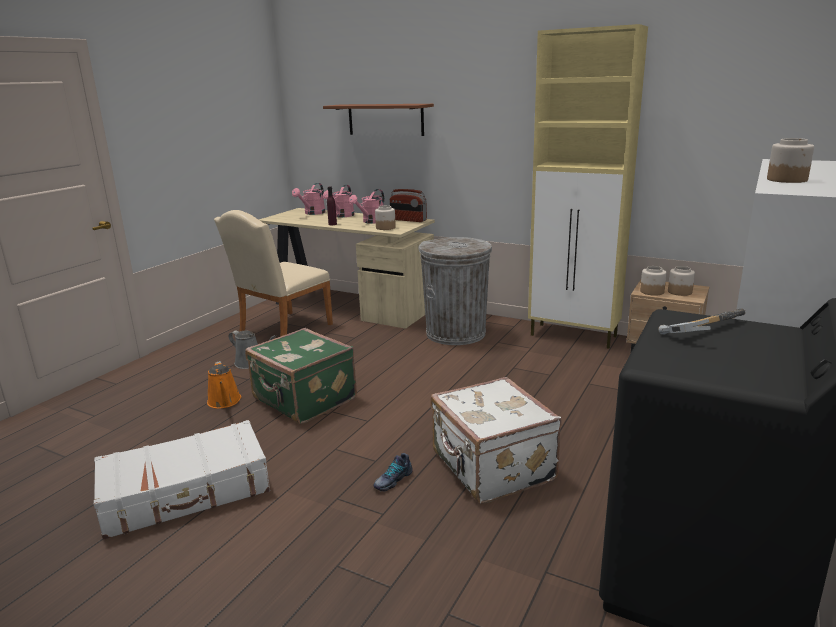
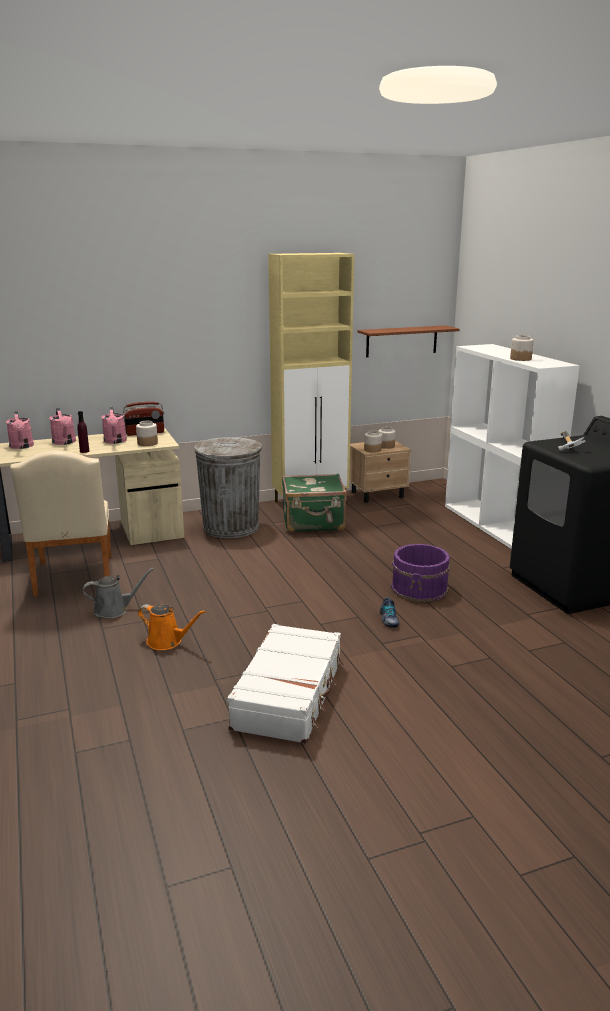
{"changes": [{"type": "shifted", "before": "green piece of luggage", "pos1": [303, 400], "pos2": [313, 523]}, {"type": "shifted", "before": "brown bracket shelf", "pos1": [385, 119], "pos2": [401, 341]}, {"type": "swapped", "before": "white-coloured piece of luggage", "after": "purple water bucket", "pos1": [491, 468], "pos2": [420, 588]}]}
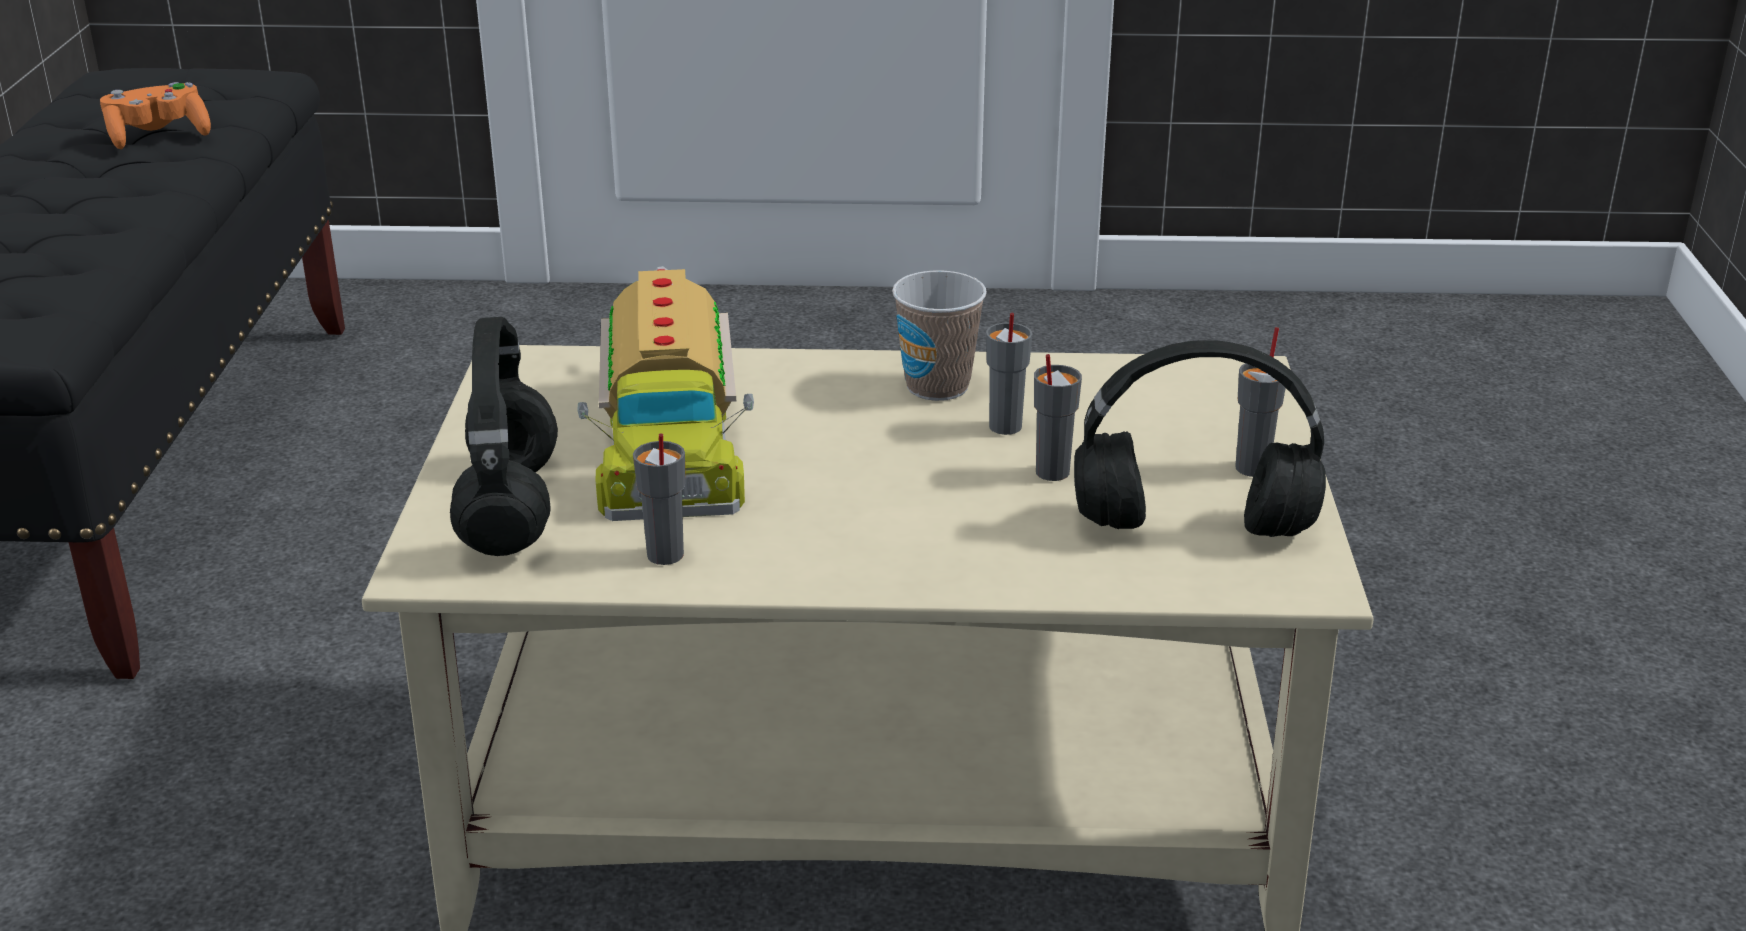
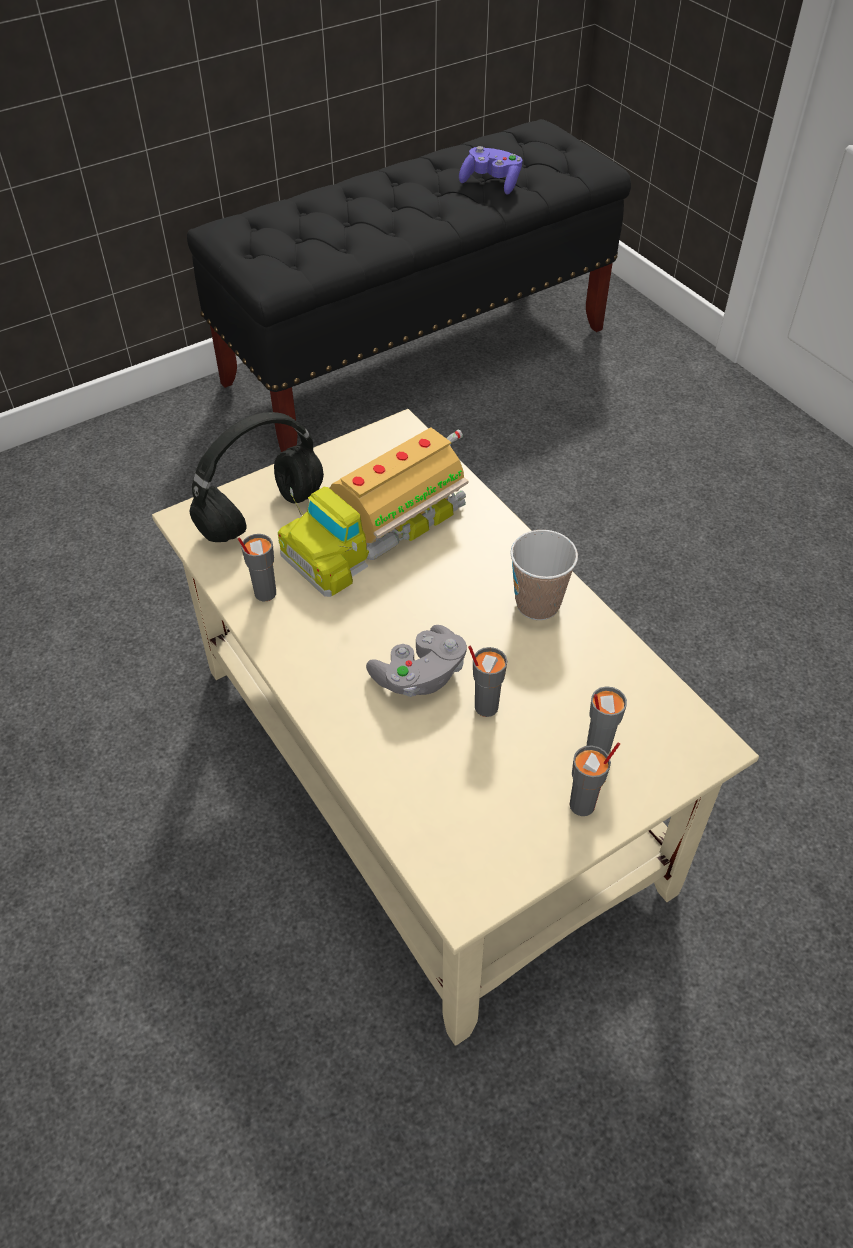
{"changes": [{"type": "gone", "before": "black headphones", "pos1": [1189, 528]}, {"type": "new", "after": "gray joypad", "pos2": [419, 675]}, {"type": "shifted", "before": "gray small cup", "pos1": [1004, 427], "pos2": [597, 746]}, {"type": "repainted", "before": "orange-coloured joypad", "after": "purple joypad", "pos1": [158, 136], "pos2": [491, 183]}]}
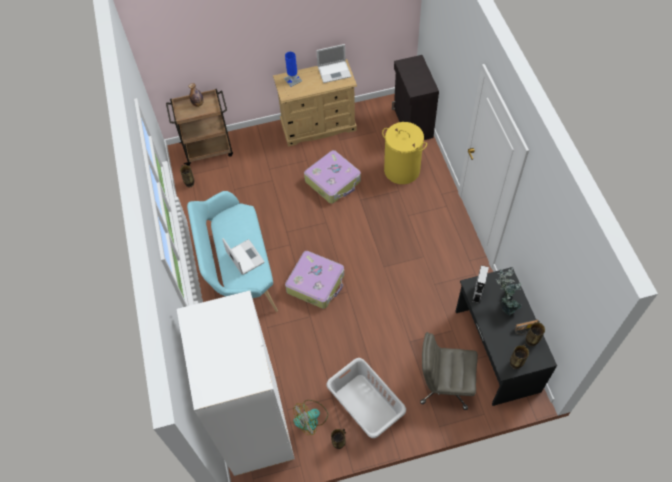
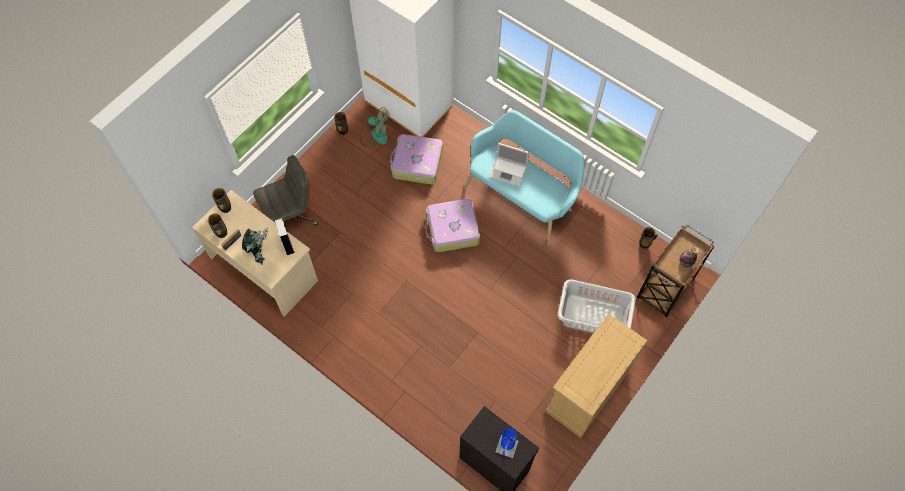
{"changes": [{"type": "gone", "before": "notebook computer", "pos1": [335, 71]}, {"type": "gone", "before": "yellow-coloured laundry basket", "pos1": [402, 170]}, {"type": "shifted", "before": "blue lamp for a table", "pos1": [293, 80], "pos2": [506, 446]}, {"type": "shifted", "before": "piece of luggage", "pos1": [333, 181], "pos2": [416, 164]}, {"type": "shifted", "before": "gray laundry basket", "pos1": [365, 406], "pos2": [592, 315]}, {"type": "repainted", "before": "black desk", "after": "beige-coloured desk", "pos1": [495, 351], "pos2": [264, 268]}, {"type": "rotated", "before": "fan", "pos1": [311, 419], "pos2": [375, 134], "turn": 90}]}
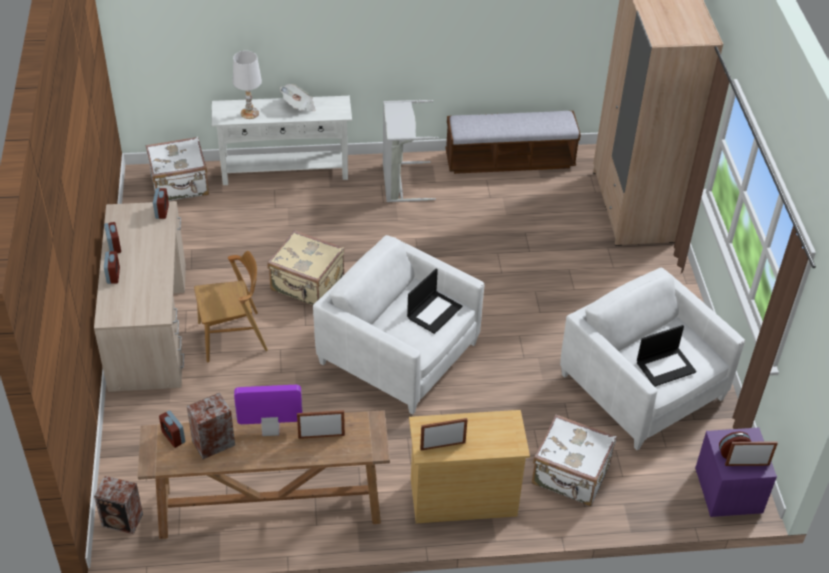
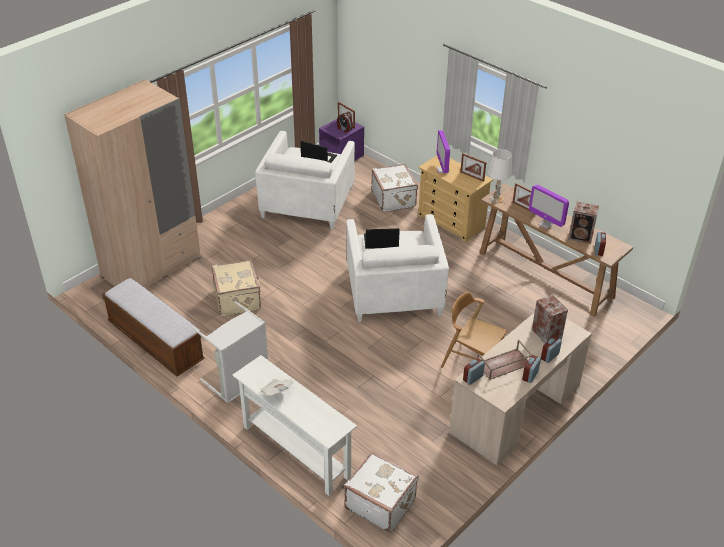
{"changes": [{"type": "new", "after": "computer screen", "pos2": [442, 170]}, {"type": "new", "after": "brown tray", "pos2": [503, 364]}, {"type": "shifted", "before": "audio speaker", "pos1": [123, 521], "pos2": [546, 333]}, {"type": "shifted", "before": "white-coloured lamp for a table", "pos1": [250, 113], "pos2": [496, 199]}, {"type": "shifted", "before": "beige-coloured piece of luggage", "pos1": [307, 285], "pos2": [238, 299]}]}
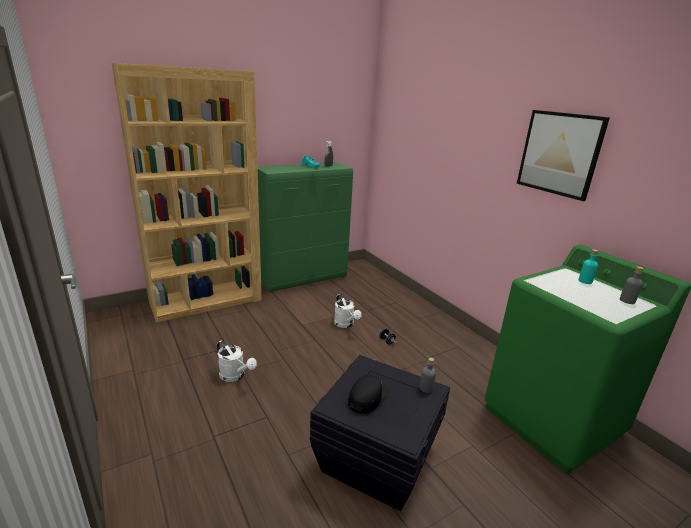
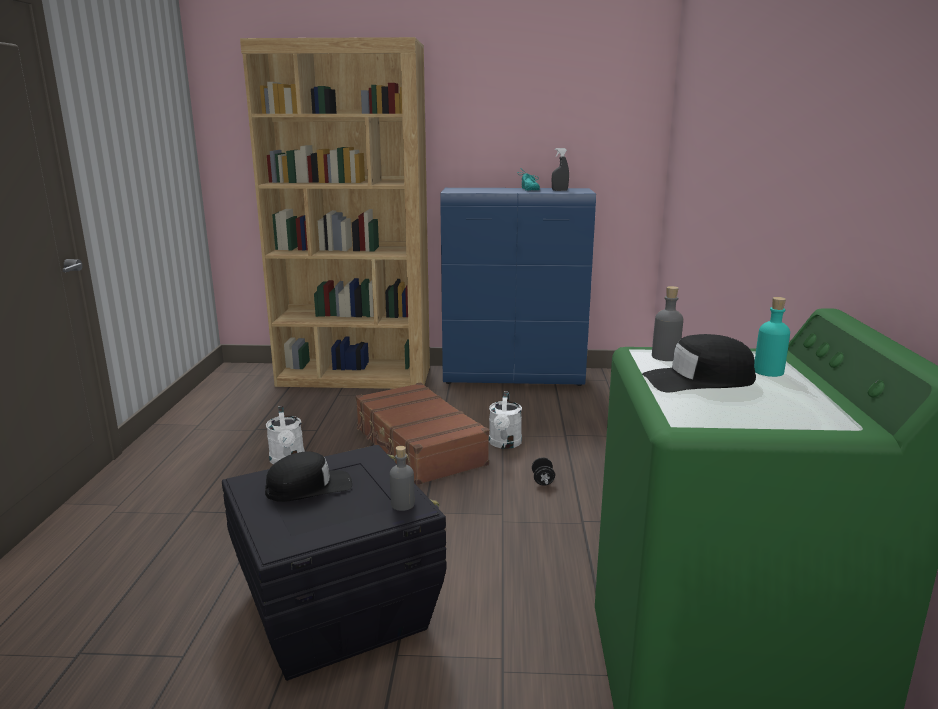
{"changes": [{"type": "gone", "before": "wall picture", "pos1": [559, 153]}, {"type": "new", "after": "brown piece of luggage", "pos2": [418, 446]}, {"type": "new", "after": "black peaked cap", "pos2": [698, 380]}, {"type": "shifted", "before": "gray drink bottle", "pos1": [627, 300], "pos2": [665, 357]}, {"type": "repainted", "before": "green cupboard", "after": "blue cupboard", "pos1": [303, 279], "pos2": [514, 377]}]}
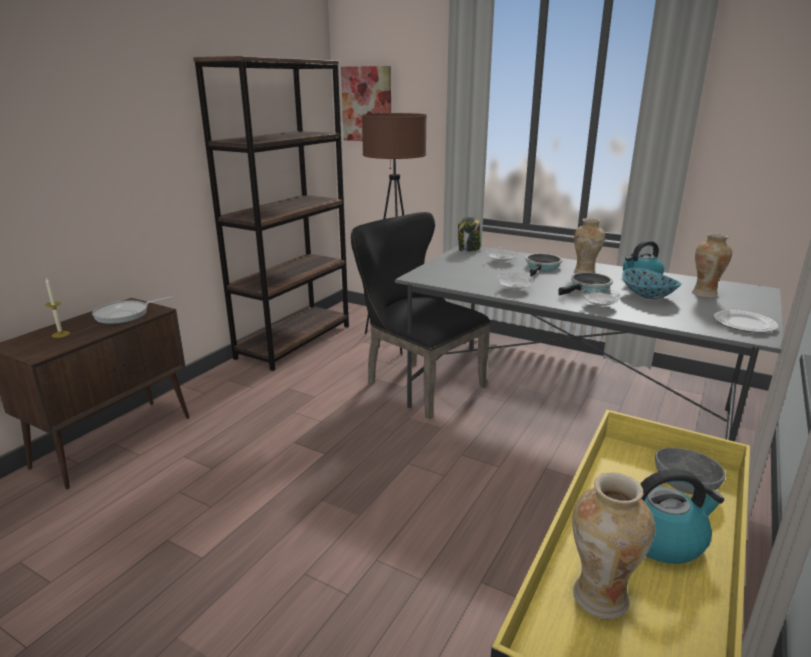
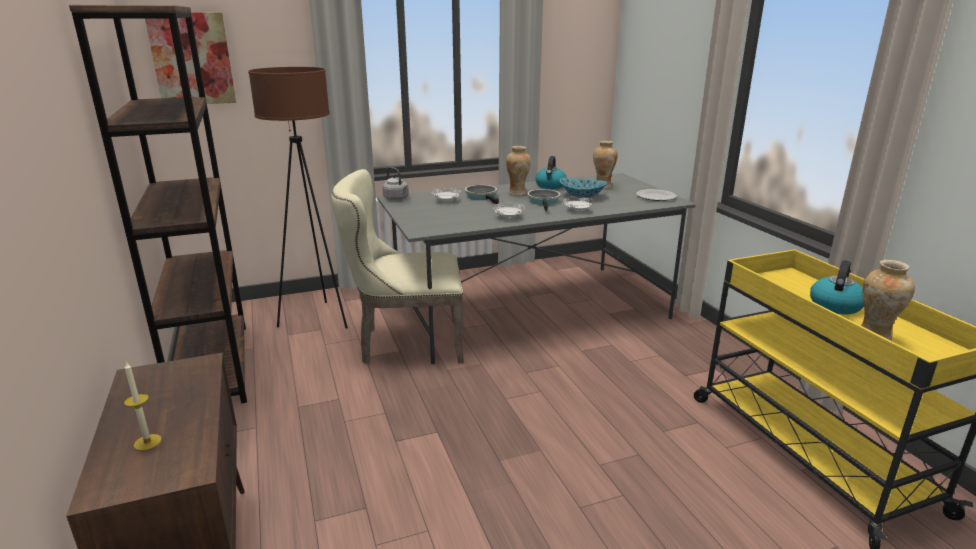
{"changes": [{"type": "gone", "before": "pan", "pos1": [125, 315]}, {"type": "gone", "before": "gray serving bowl", "pos1": [684, 484]}, {"type": "swapped", "before": "jar", "after": "gray tea kettle", "pos1": [469, 249], "pos2": [397, 199]}, {"type": "repainted", "before": "black plain chair", "after": "beige-coloured plain chair", "pos1": [417, 383], "pos2": [405, 343]}]}
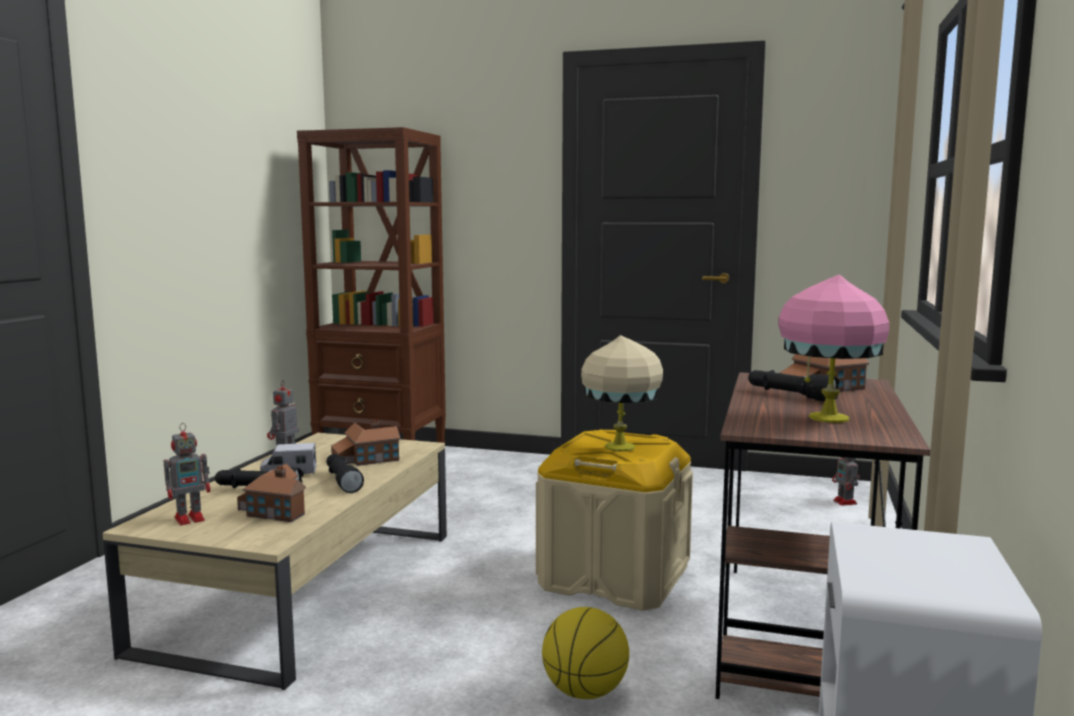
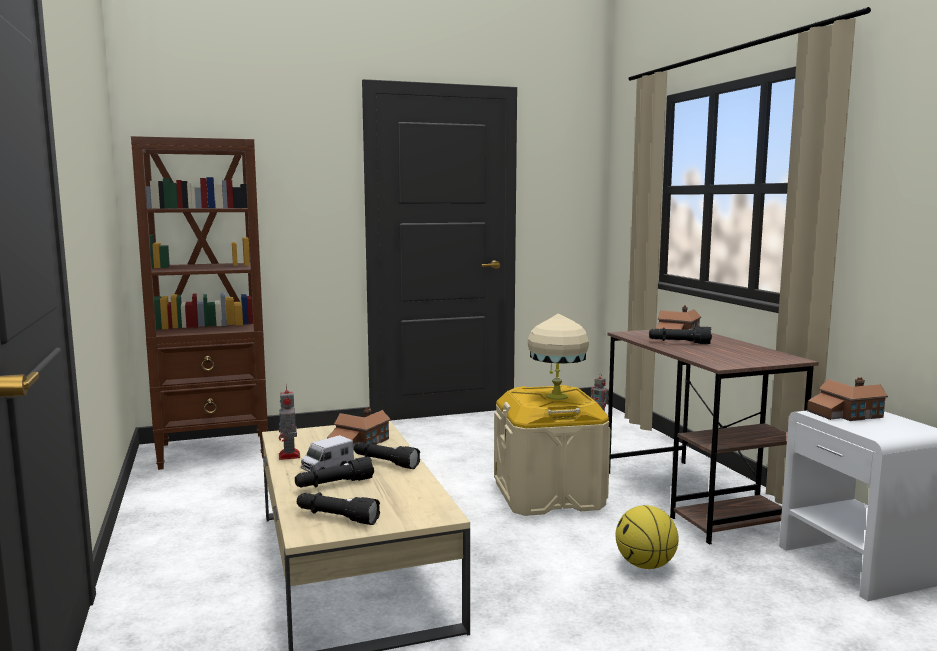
{"changes": [{"type": "gone", "before": "pink-coloured lamp for a table", "pos1": [827, 417]}, {"type": "shifted", "before": "miniature house", "pos1": [275, 509], "pos2": [845, 414]}, {"type": "swapped", "before": "toy robot", "after": "black flashlight", "pos1": [191, 518], "pos2": [336, 517]}]}
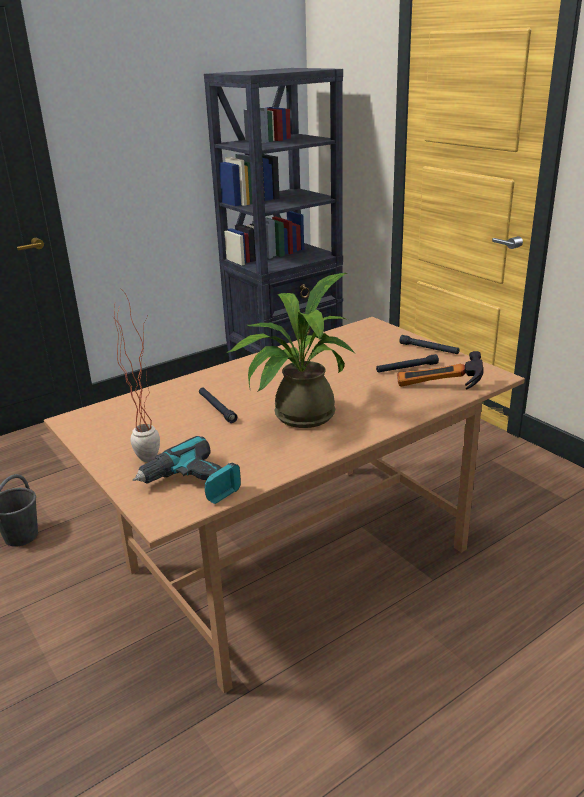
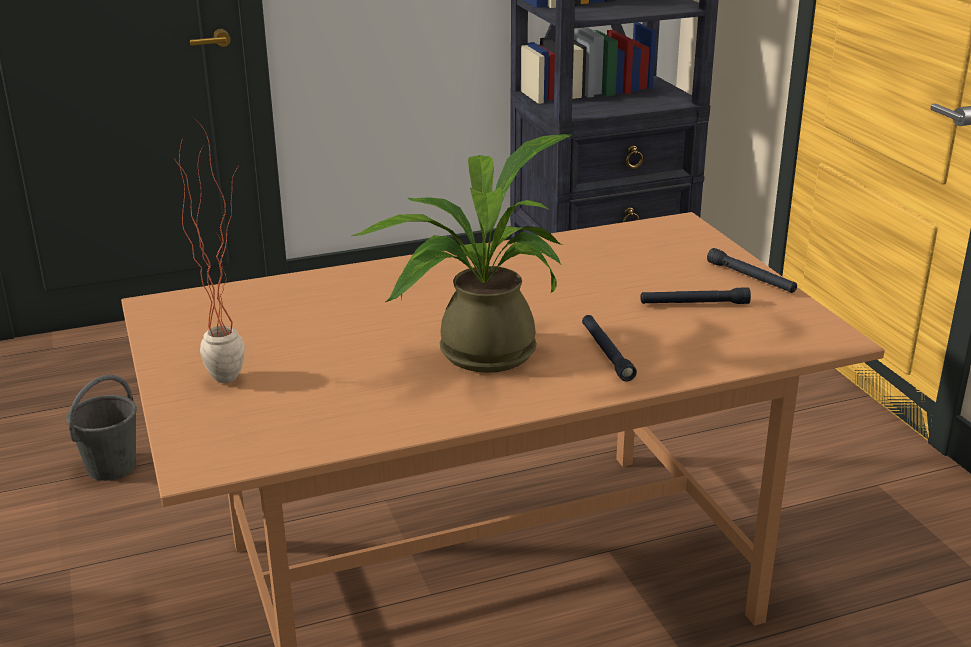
{"changes": [{"type": "gone", "before": "drill", "pos1": [192, 484]}, {"type": "gone", "before": "hand hammer", "pos1": [439, 389]}, {"type": "shifted", "before": "black flashlight", "pos1": [217, 408], "pos2": [606, 353]}]}
